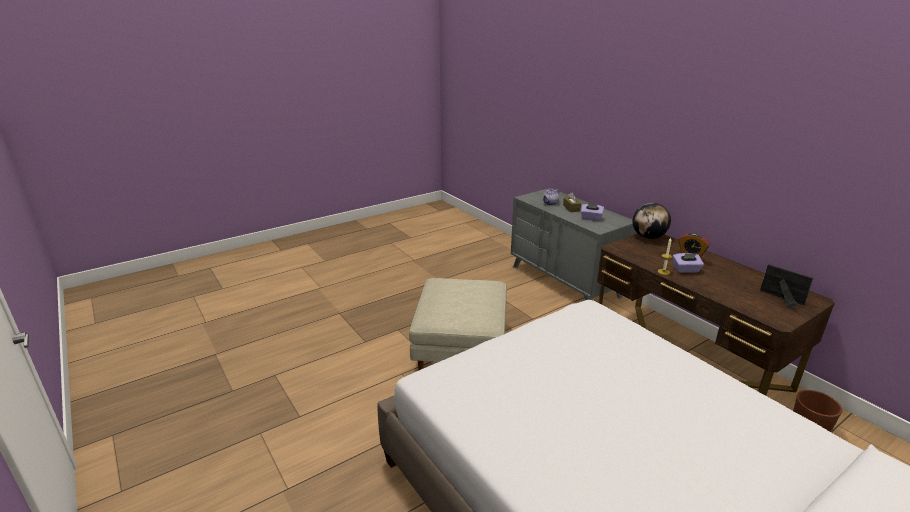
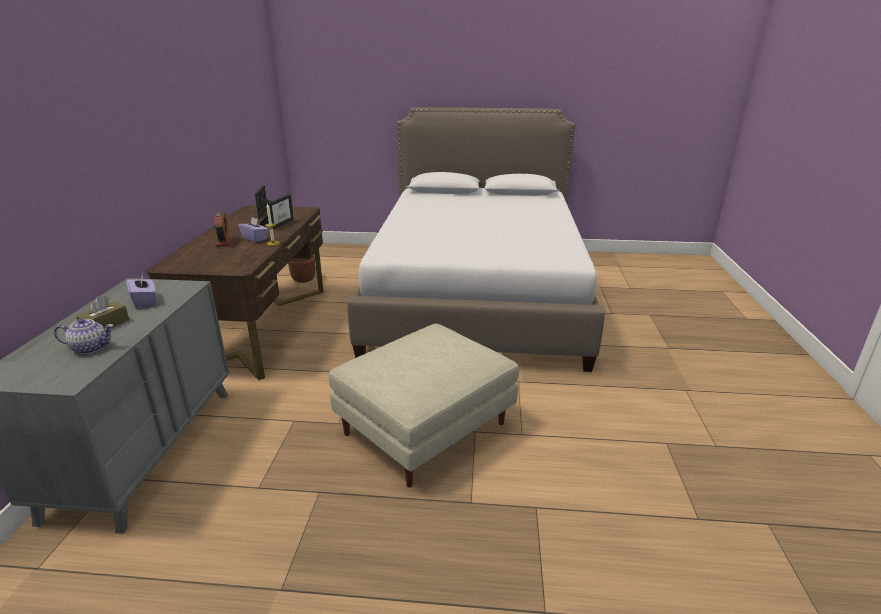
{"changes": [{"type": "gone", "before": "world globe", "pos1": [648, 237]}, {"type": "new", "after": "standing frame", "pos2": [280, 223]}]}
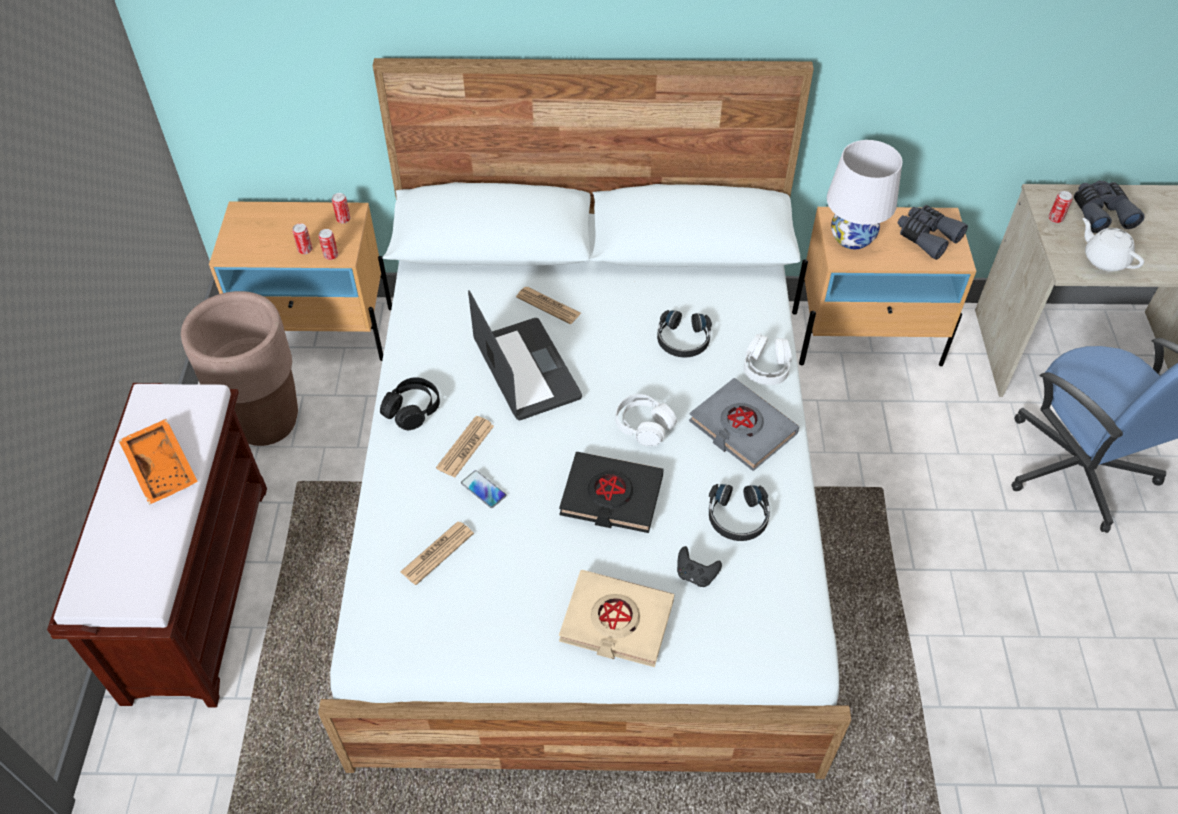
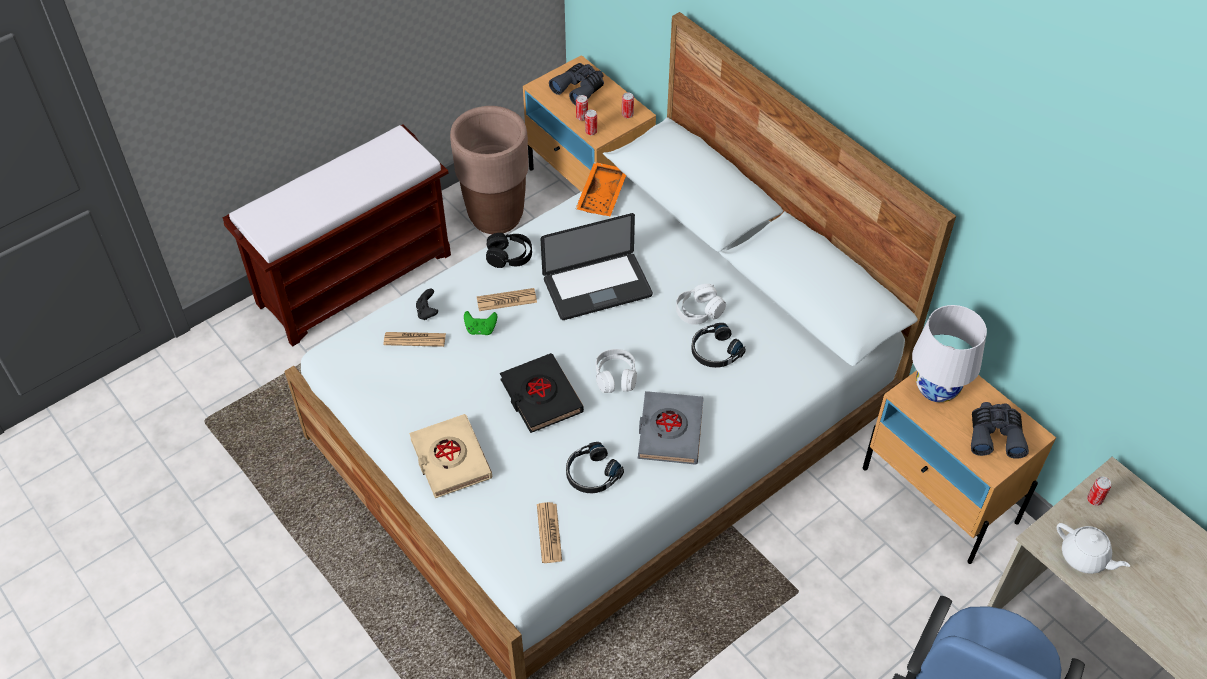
{"changes": [{"type": "shifted", "before": "orange-coloured tray", "pos1": [163, 467], "pos2": [603, 196]}, {"type": "shifted", "before": "daily paper", "pos1": [548, 305], "pos2": [549, 533]}, {"type": "shifted", "before": "black joypad", "pos1": [695, 575], "pos2": [427, 312]}, {"type": "shifted", "before": "white-coloured headphones", "pos1": [766, 367], "pos2": [699, 311]}, {"type": "shifted", "before": "gray pair of binoculars", "pos1": [1101, 212], "pos2": [579, 88]}, {"type": "swapped", "before": "phone", "after": "green joypad", "pos1": [483, 489], "pos2": [481, 329]}, {"type": "rotated", "before": "notebook computer", "pos1": [526, 370], "pos2": [597, 288], "turn": 45}, {"type": "rotated", "before": "white-coloured pot for tea", "pos1": [1104, 259], "pos2": [1084, 557], "turn": 120}]}
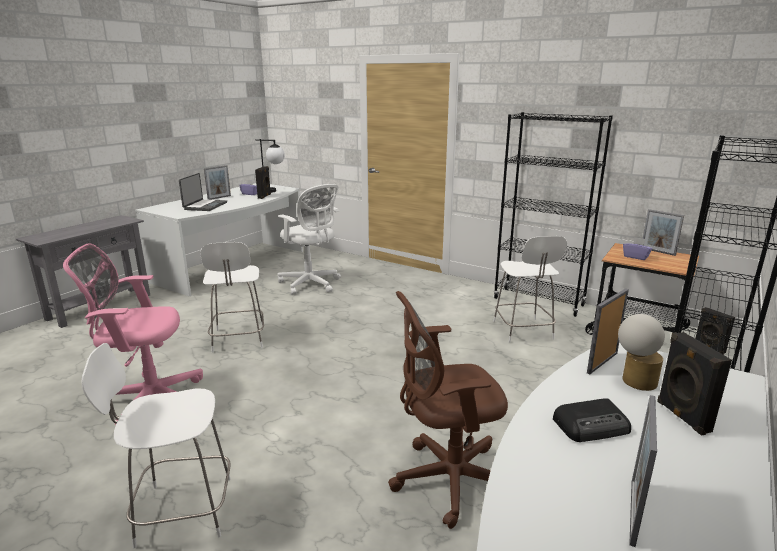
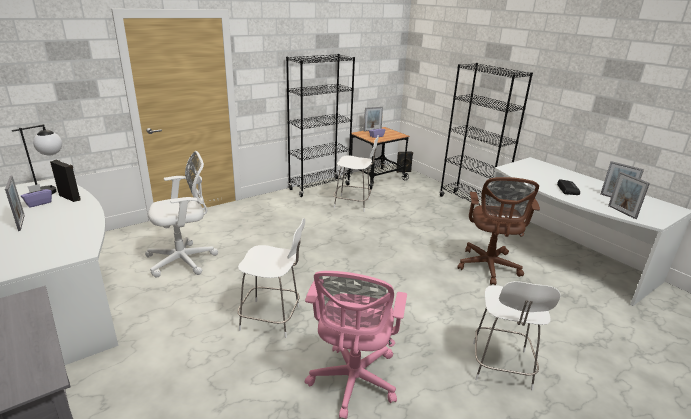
{"changes": [{"type": "gone", "before": "notebook computer", "pos1": [205, 206]}, {"type": "gone", "before": "lamp for a table", "pos1": [634, 380]}, {"type": "gone", "before": "black audio speaker", "pos1": [681, 416]}, {"type": "shifted", "before": "standing frame", "pos1": [602, 363], "pos2": [622, 212]}]}
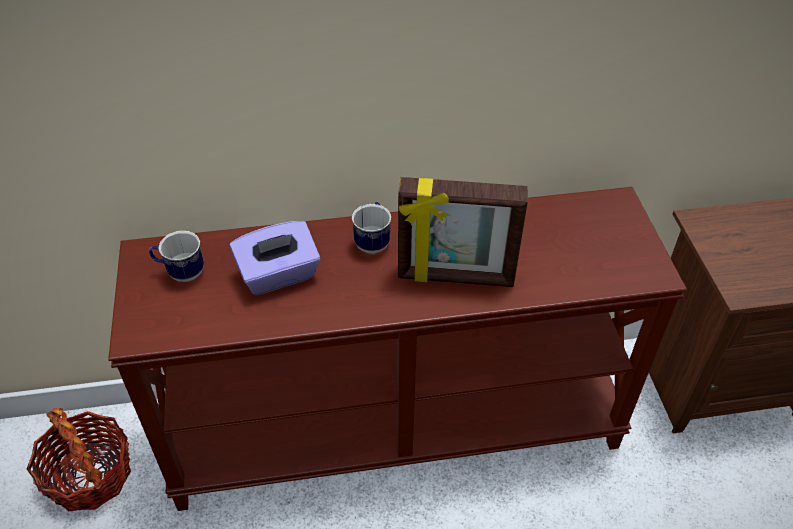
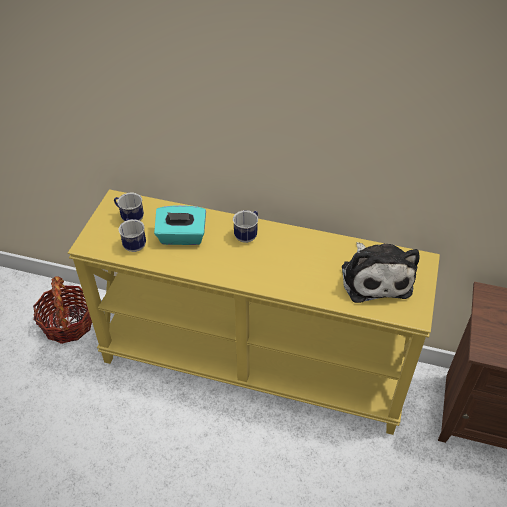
{"changes": [{"type": "gone", "before": "standing frame", "pos1": [455, 278]}, {"type": "new", "after": "coffee mug", "pos2": [134, 244]}, {"type": "new", "after": "soft toy", "pos2": [375, 277]}, {"type": "repainted", "before": "brown hall table", "after": "yellow-coloured hall table", "pos1": [396, 424], "pos2": [254, 362]}, {"type": "repainted", "before": "purple box of tissues", "after": "blue-green box of tissues", "pos1": [279, 275], "pos2": [181, 237]}]}
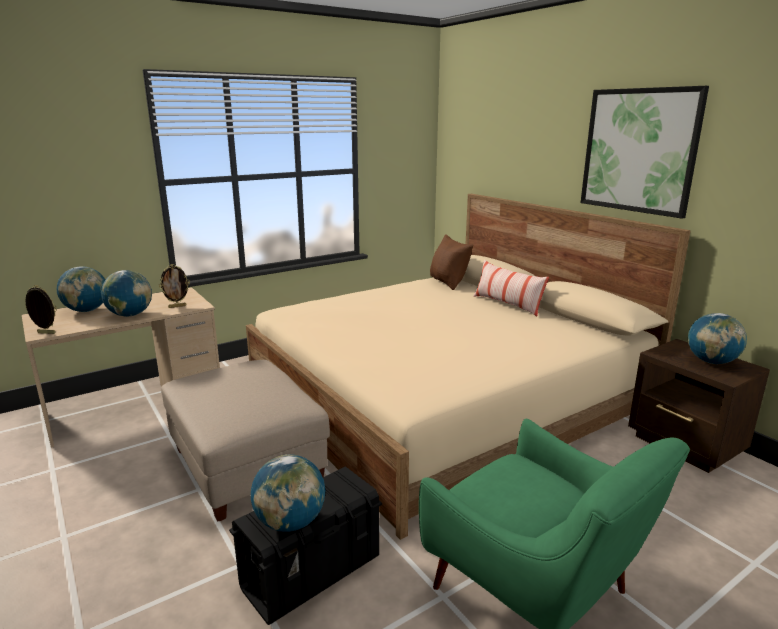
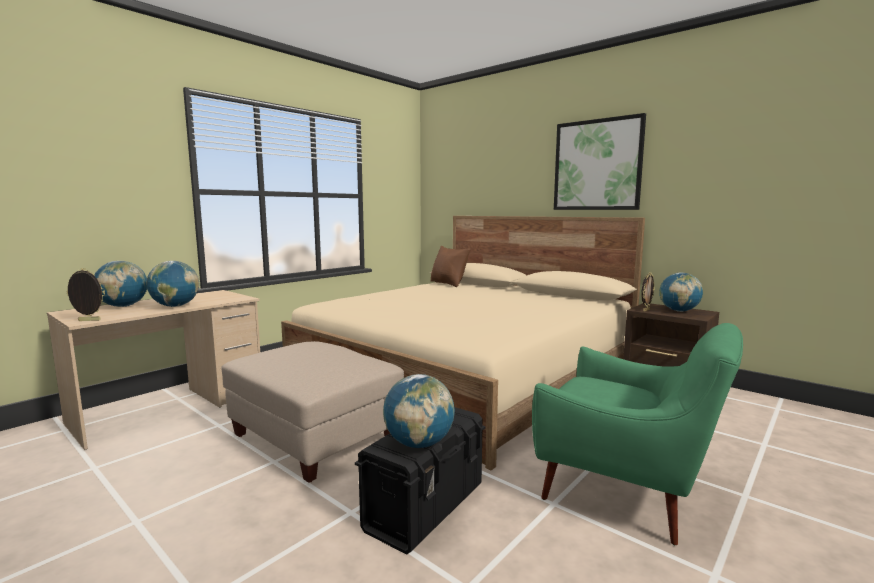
{"changes": [{"type": "gone", "before": "pillow", "pos1": [507, 304]}, {"type": "shifted", "before": "standing frame", "pos1": [177, 306], "pos2": [646, 310]}]}
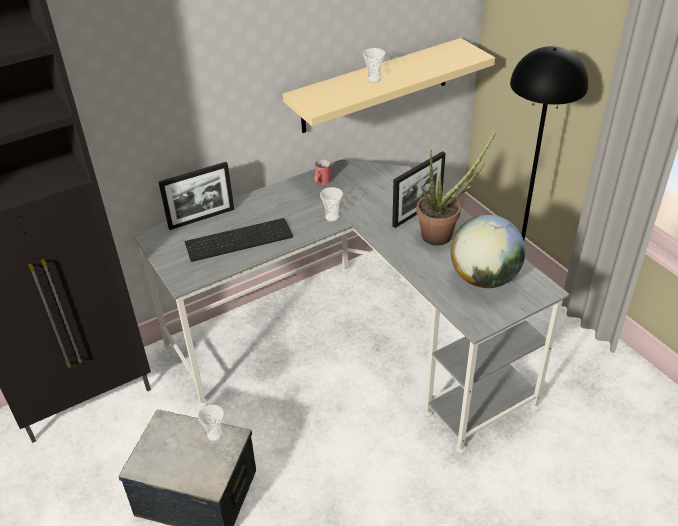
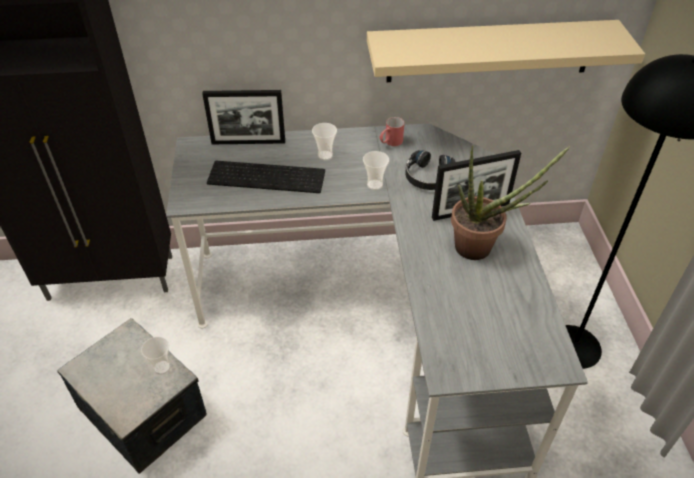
{"changes": [{"type": "gone", "before": "world globe", "pos1": [484, 278]}, {"type": "new", "after": "black headphones", "pos2": [428, 177]}, {"type": "shifted", "before": "small cup", "pos1": [373, 79], "pos2": [325, 155]}]}
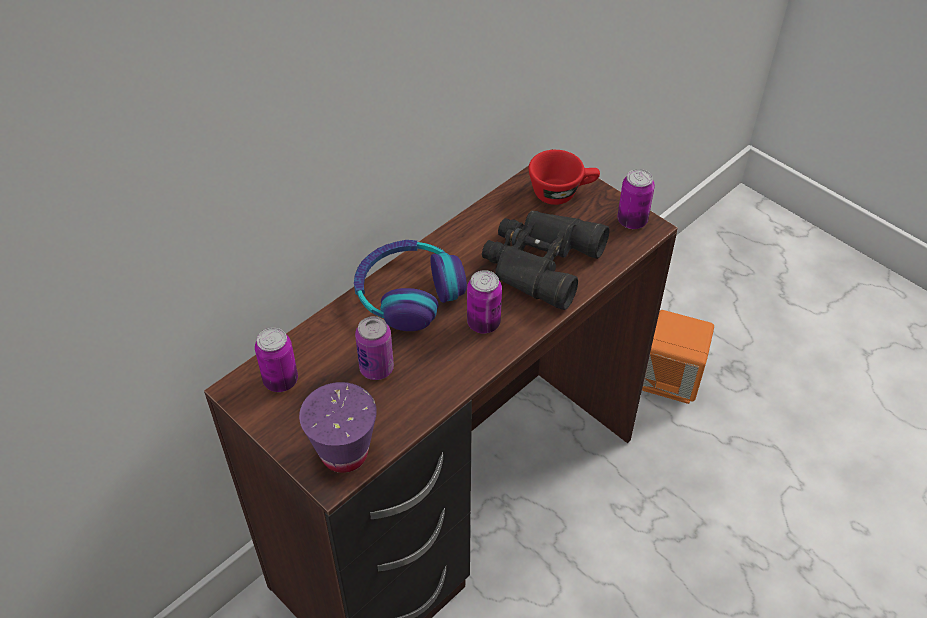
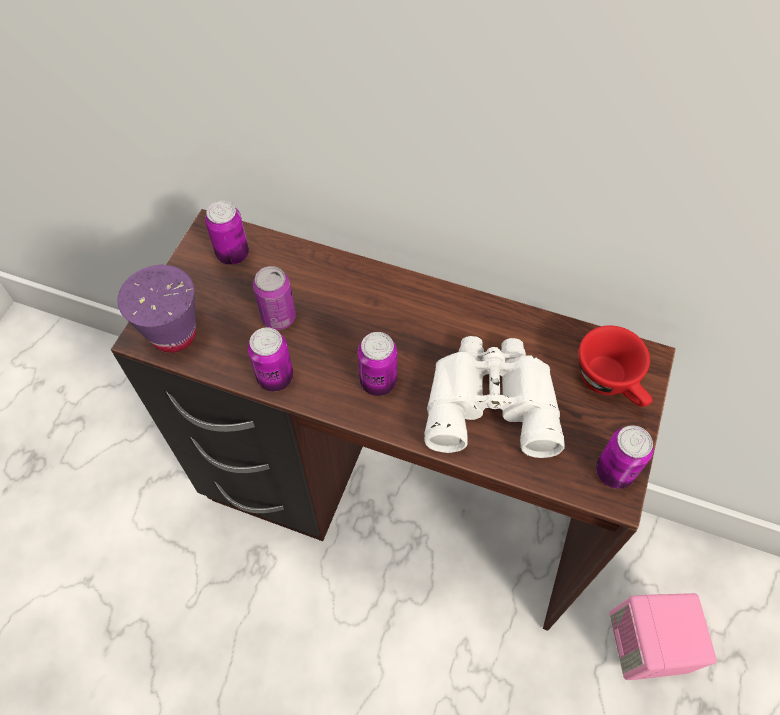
{"changes": [{"type": "gone", "before": "headphones", "pos1": [408, 293]}, {"type": "new", "after": "metal can", "pos2": [275, 377]}, {"type": "repainted", "before": "black pair of binoculars", "after": "white-coloured pair of binoculars", "pos1": [538, 262], "pos2": [490, 400]}, {"type": "repainted", "before": "orange-coloured audio speaker", "after": "pink-coloured audio speaker", "pos1": [670, 380], "pos2": [646, 646]}]}
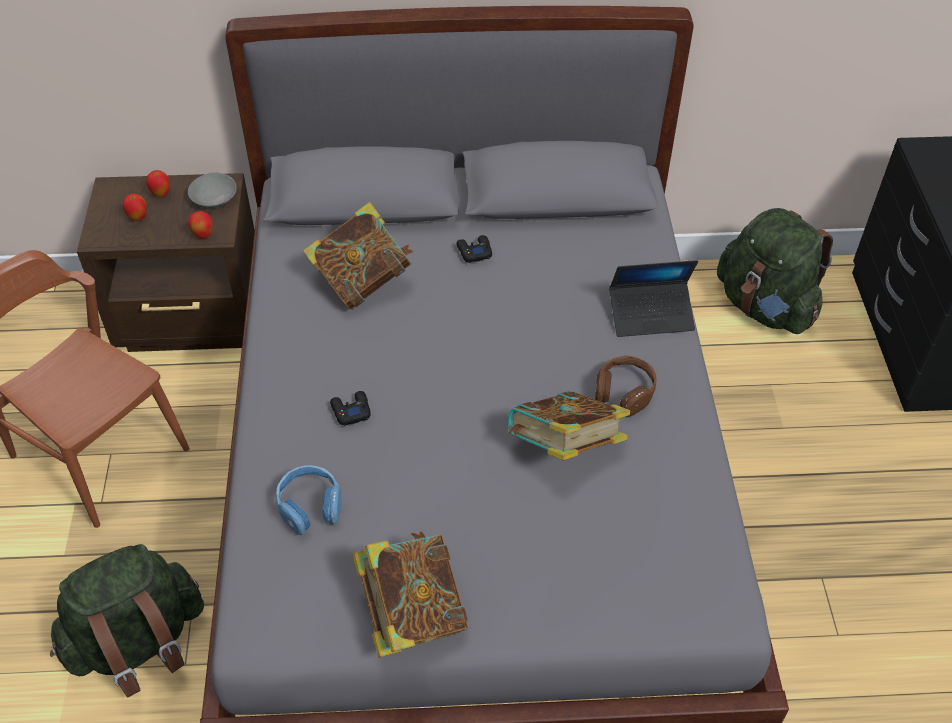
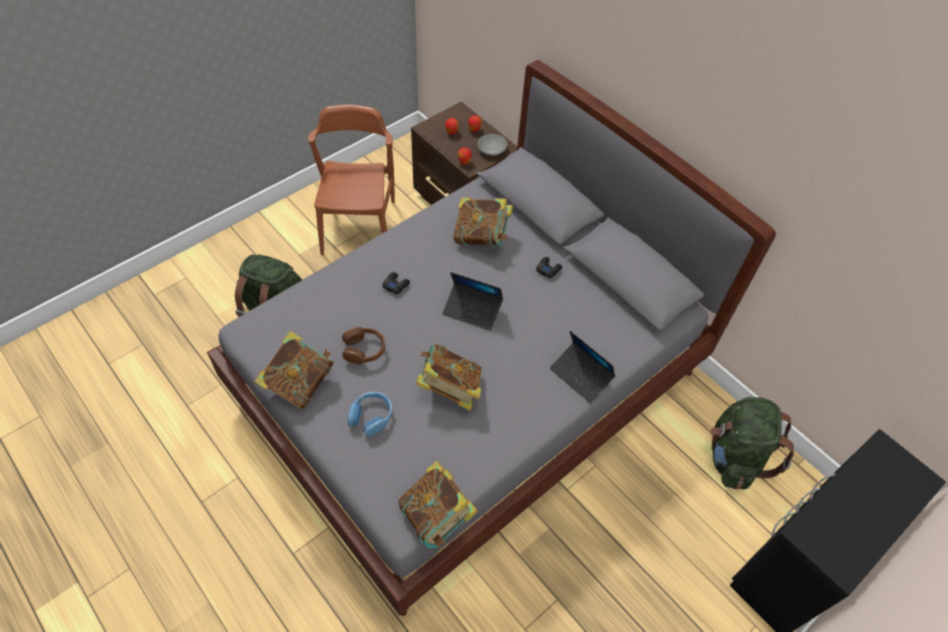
{"changes": [{"type": "new", "after": "bound book", "pos2": [437, 516]}, {"type": "new", "after": "notebook computer", "pos2": [472, 310]}, {"type": "shifted", "before": "blue headphones", "pos1": [310, 505], "pos2": [371, 416]}, {"type": "shifted", "before": "brown headphones", "pos1": [624, 392], "pos2": [364, 350]}]}
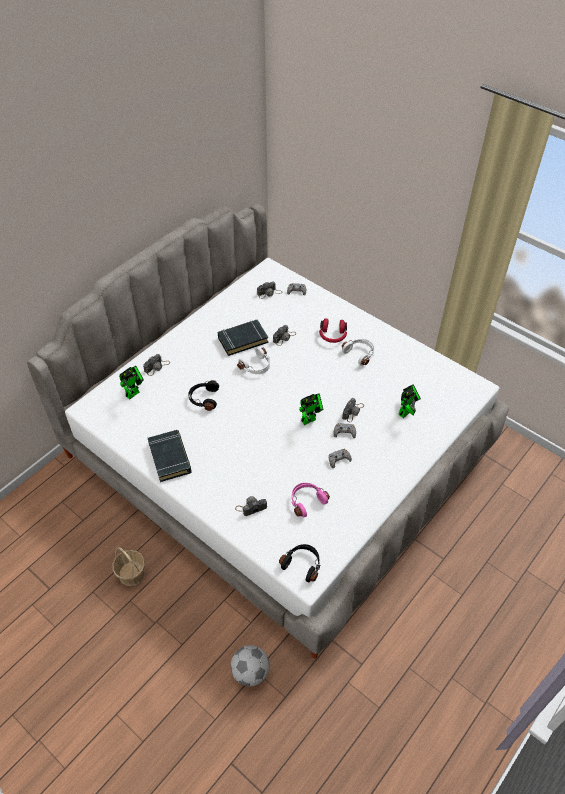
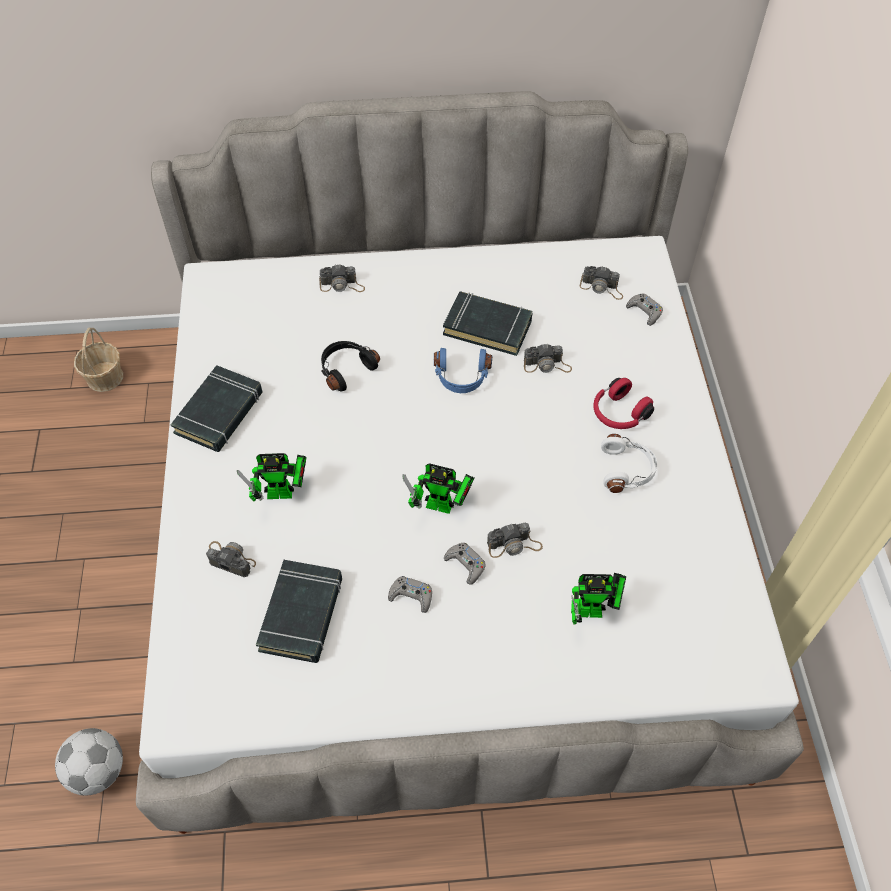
{"changes": [{"type": "gone", "before": "black headphones", "pos1": [302, 564]}, {"type": "shifted", "before": "storage basket", "pos1": [131, 573], "pos2": [105, 377]}, {"type": "shifted", "before": "toy robot", "pos1": [134, 392], "pos2": [284, 493]}, {"type": "swapped", "before": "pink-coloured headphones", "after": "black bound book", "pos1": [306, 501], "pos2": [302, 614]}, {"type": "repainted", "before": "white-coloured headphones", "after": "blue headphones", "pos1": [256, 366], "pos2": [461, 377]}]}
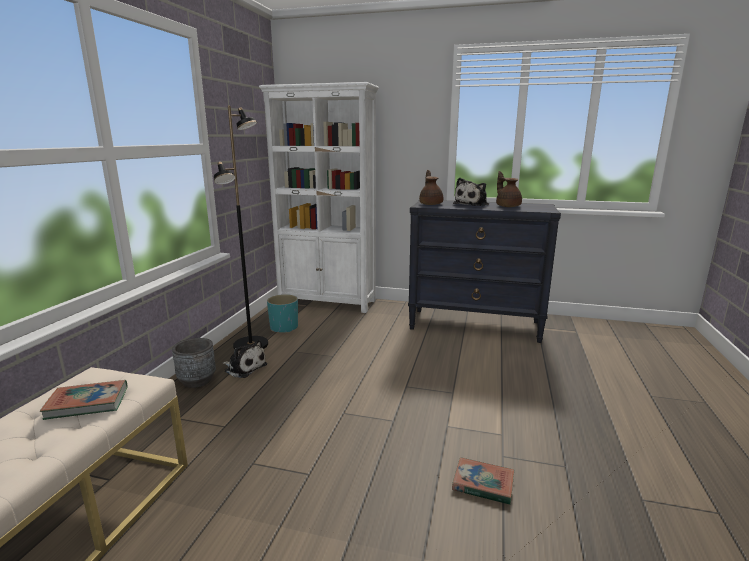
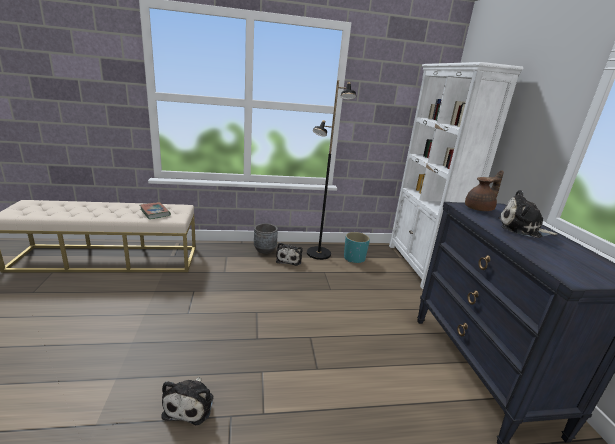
{"changes": [{"type": "gone", "before": "brown pot for tea", "pos1": [507, 206]}, {"type": "swapped", "before": "bound book", "after": "soft toy", "pos1": [483, 484], "pos2": [190, 404]}]}
